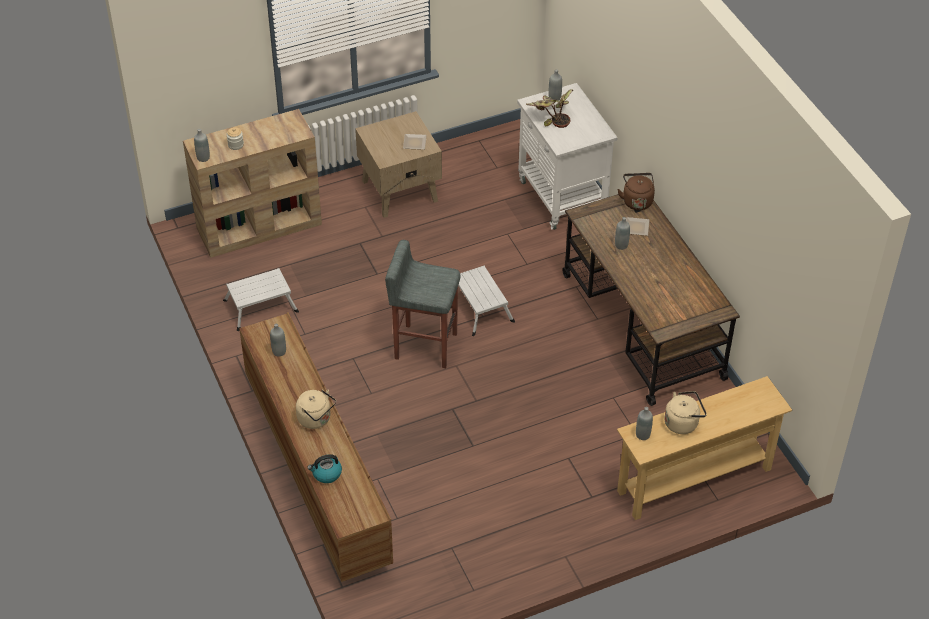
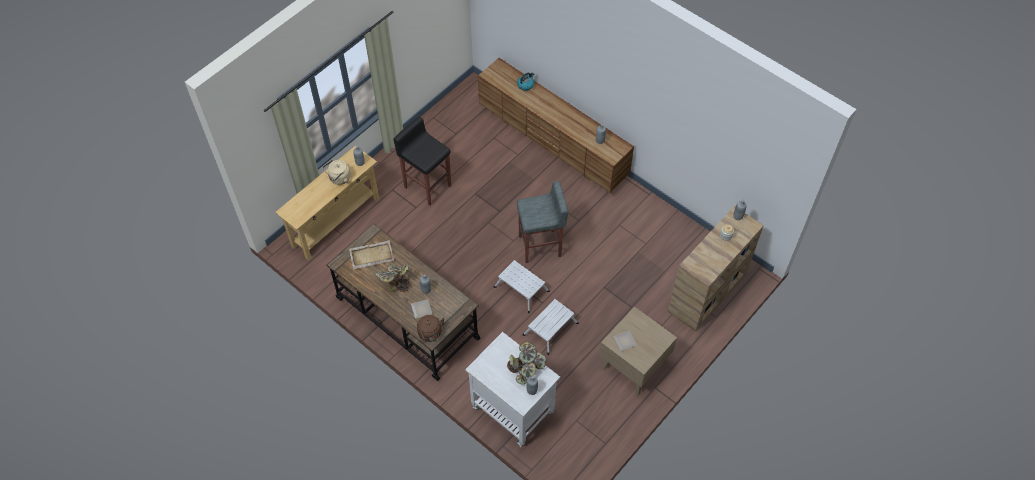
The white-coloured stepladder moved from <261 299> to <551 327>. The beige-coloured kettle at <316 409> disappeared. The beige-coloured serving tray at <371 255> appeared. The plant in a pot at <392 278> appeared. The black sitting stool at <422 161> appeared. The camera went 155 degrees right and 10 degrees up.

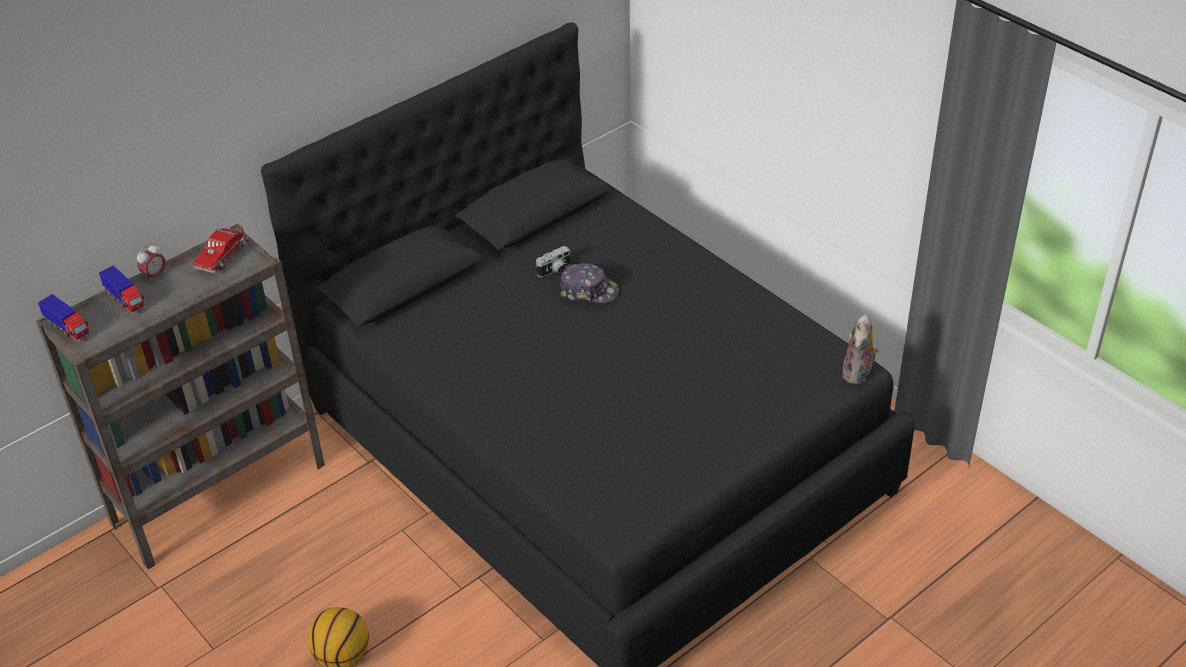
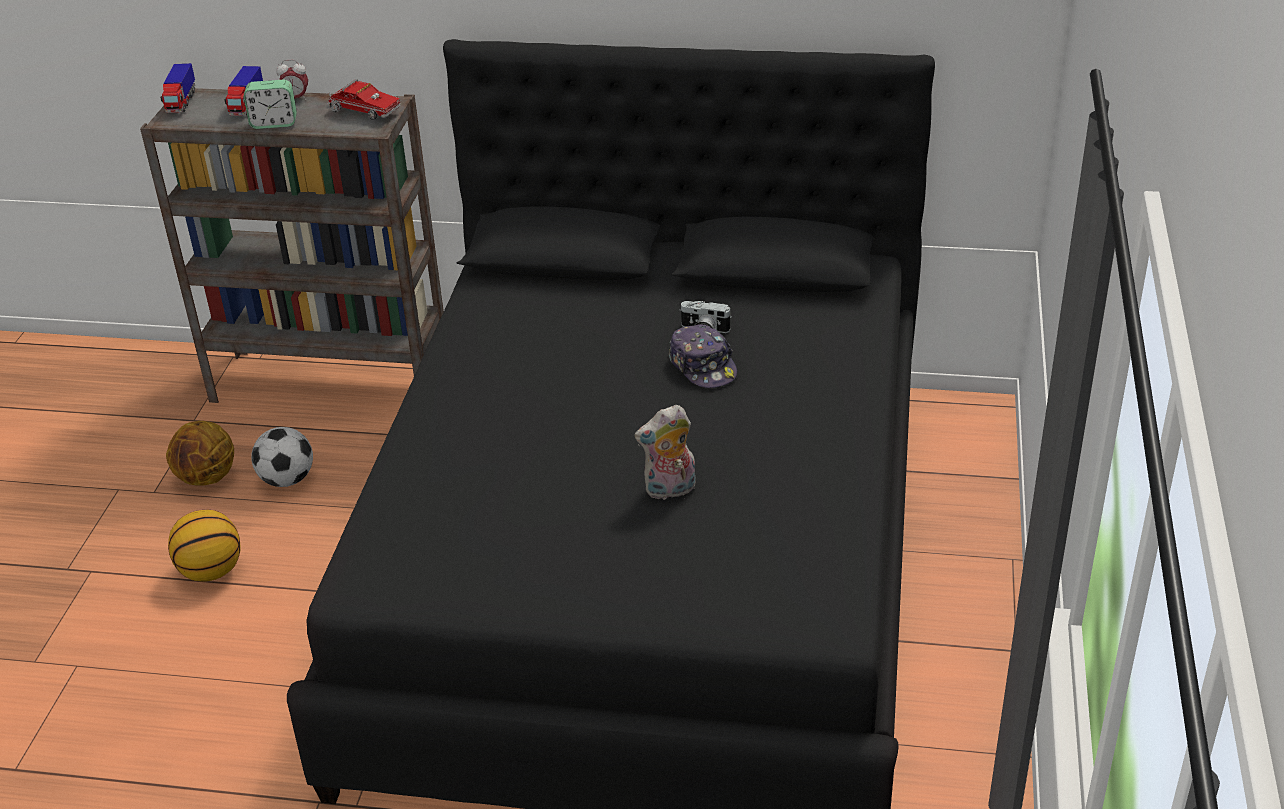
The toy lorry at <220 250> turned 135 degrees counterclockwise. The cuddly toy moved from <860 349> to <665 452>. The ball for basketball at <200 453> appeared. The alarm clock at <270 104> appeared. The ball for football at <282 457> appeared. The camera went 50 degrees right and 5 degrees down.

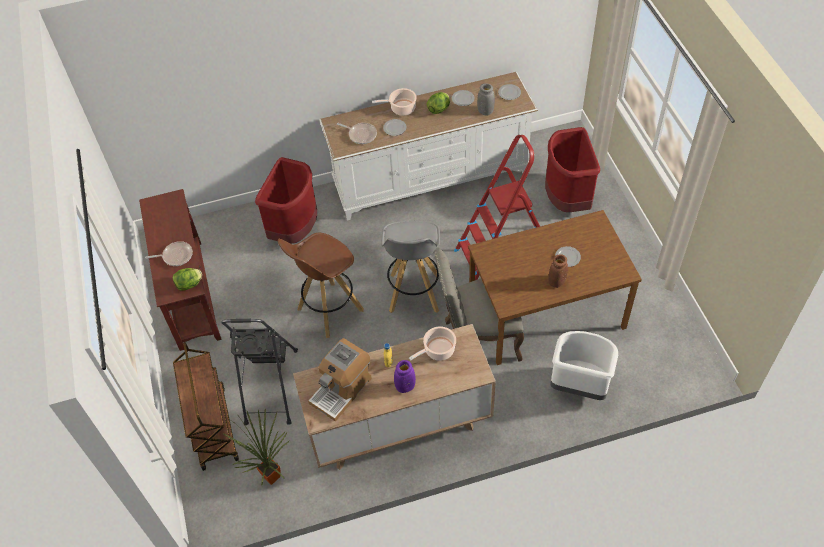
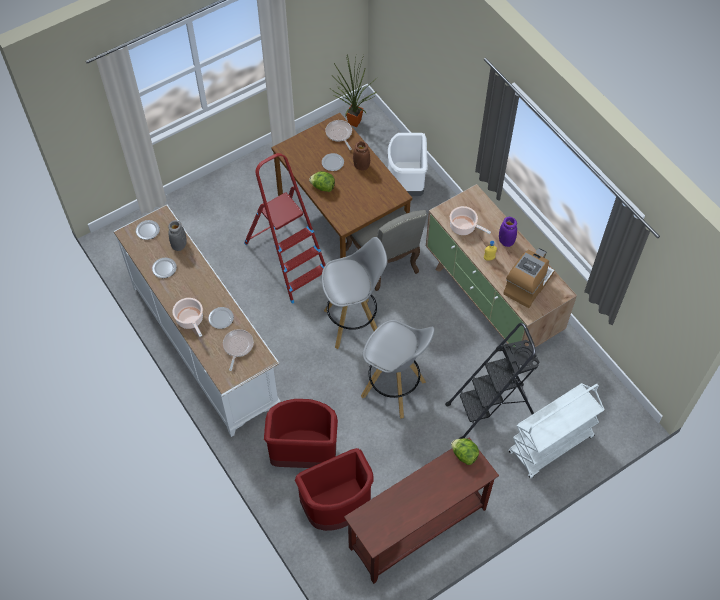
The frying pan moved from <169 253> to <338 135>. The brownish wheeled cart at <206 406> became the white-coloured wheeled cart at <556 431>. The plant in a pot moved from <256 447> to <354 90>. The brownish sitting stool at <321 285> became the grey sitting stool at <398 369>. The coffee brewer at <340 379> turned 75 degrees counterclockwise. The head of lettuce moved from <438 103> to <322 181>. The red-coloured waste bin moved from <572 169> to <334 489>. The camera went 110 degrees left and 5 degrees up.

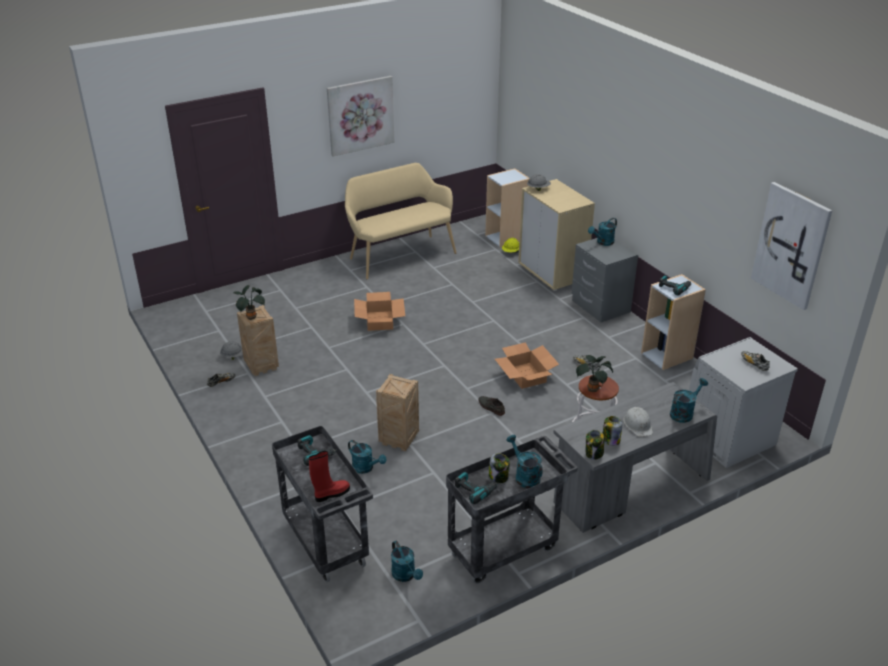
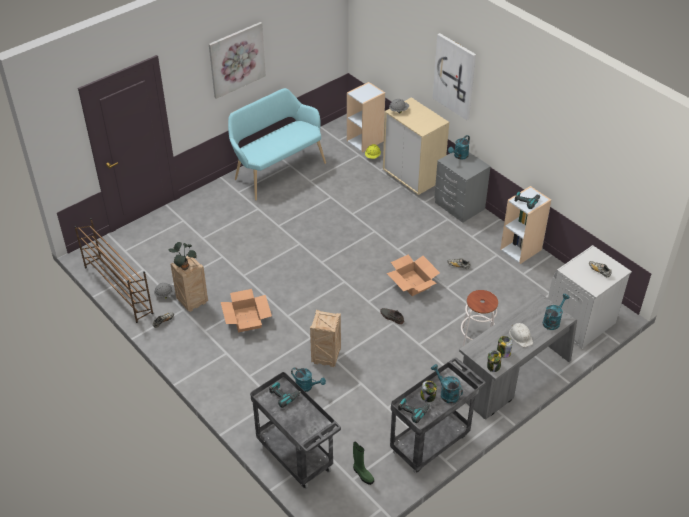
The red-coloured high-top boot at <329 476> disappeared. The beige-coloured long seat at <400 221> became the turquoise long seat at <277 144>. The packing box moved from <379 311> to <246 310>. The turquoise sprinkling can at <407 561> was replaced by the greenish high-top boot at <363 463>. The plant in a pot at <594 373> disappeared. The wall art moved from <791 246> to <454 76>. The brownish shoe rack at <113 270> appeared. The camera went 10 degrees left and 10 degrees up.

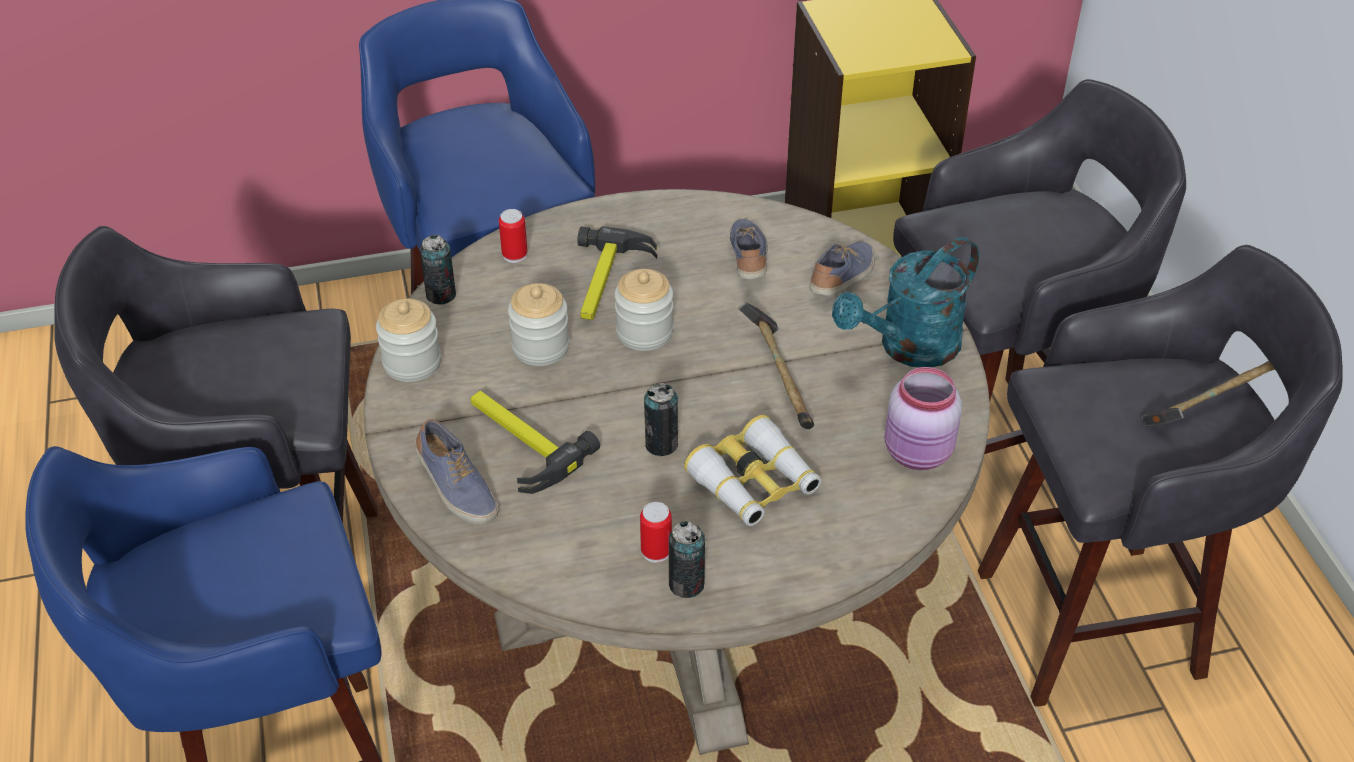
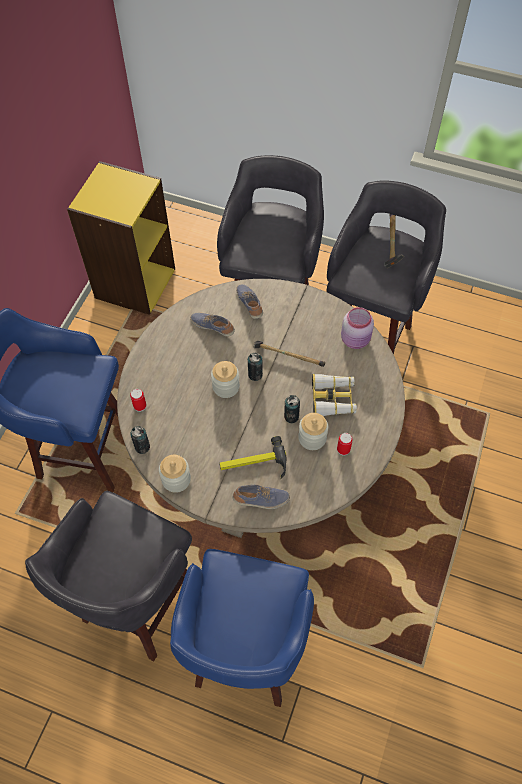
The preserve jar moved from <539 324> to <313 431>. The hand hammer at <617 273> disappeared. The can moved from <687 559> to <255 366>. The turquoise sprinkling can at <905 302> disappeared. The camera went 55 degrees left and 15 degrees up.

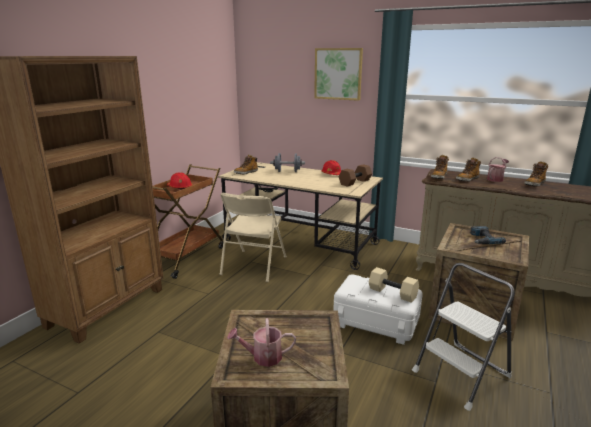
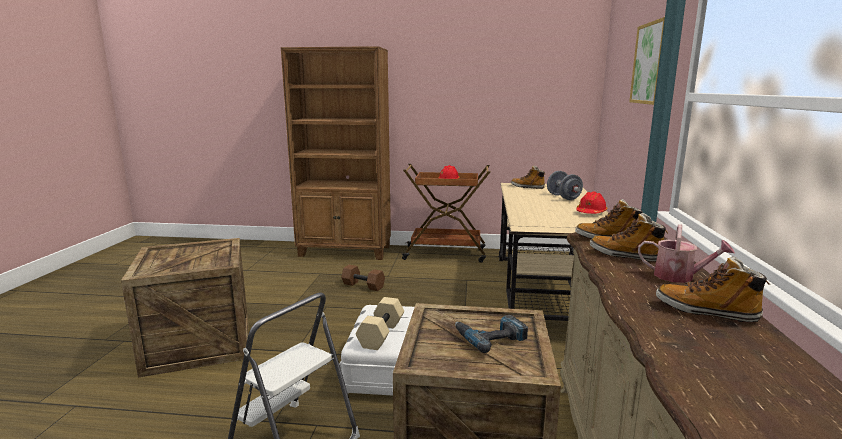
The beige-coloured upright chair at <253 237> disappeared. The sprinkling can at <261 342> disappeared. The brownish dumbbell moved from <355 175> to <363 278>. The camera went 70 degrees right and 5 degrees down.

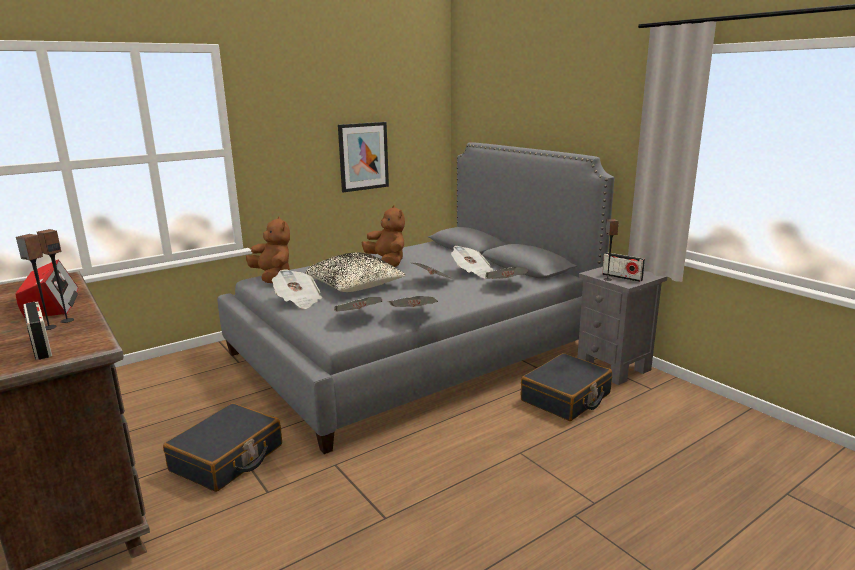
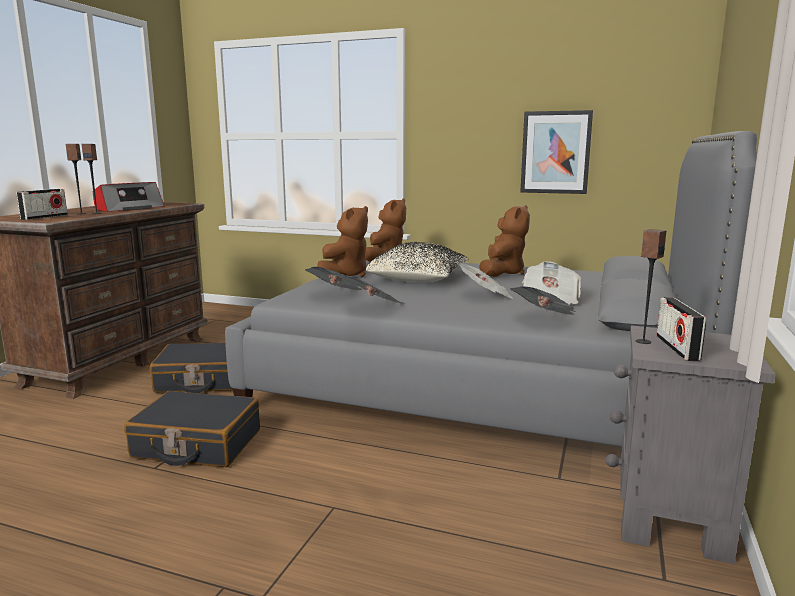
The daily paper at <297 289> was replaced by the brownish cuddly toy at <342 241>. The black travel case moved from <566 387> to <192 429>. The camera went 55 degrees right and 5 degrees down.

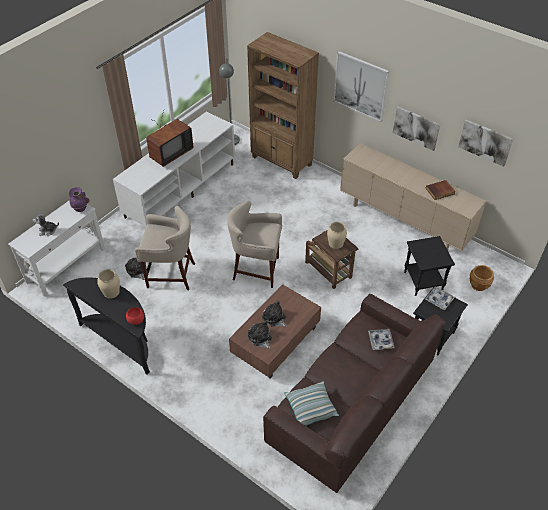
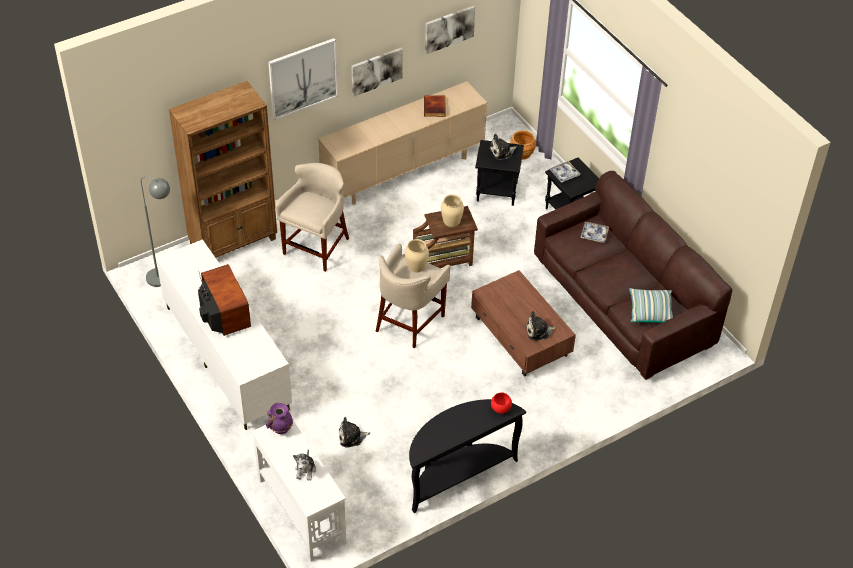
The beige-coloured flower vase moved from <108 284> to <417 255>. The beige-coloured sitting stool moved from <165 248> to <312 217>. The cuddly toy moved from <274 314> to <503 147>. The camera went 70 degrees left and 0 degrees up.

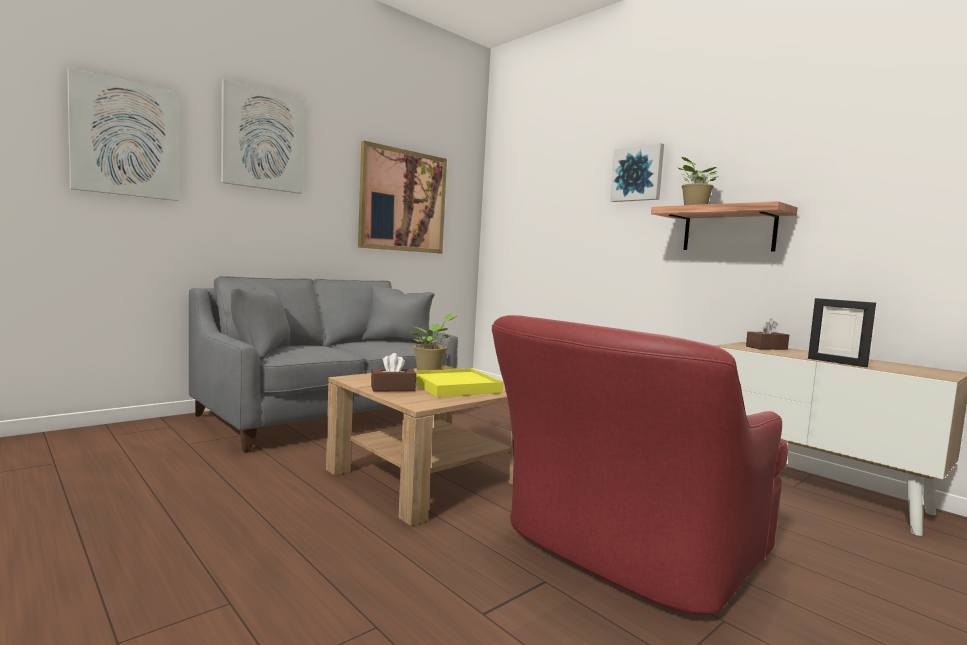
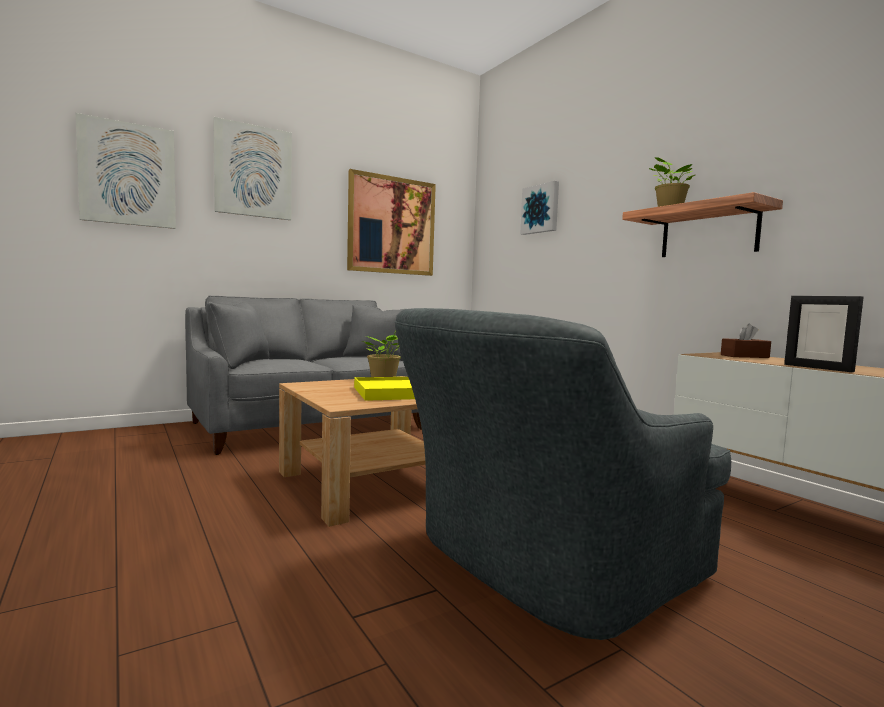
The brownish tissue box at <393 372> disappeared. The red-coloured easy chair at <640 465> became the grey easy chair at <563 474>. The wall art moved from <637 172> to <539 208>. The camera went 10 degrees right and 0 degrees up.

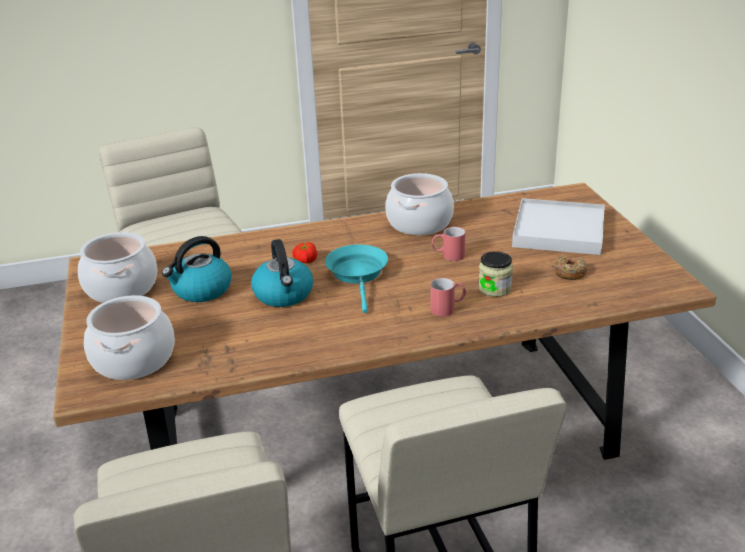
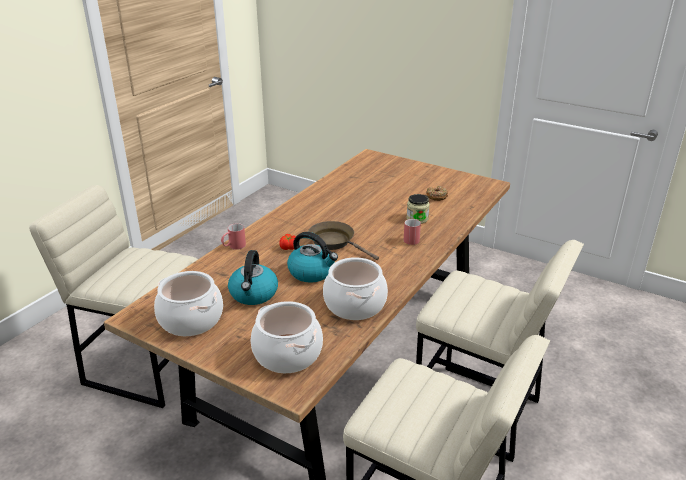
The turquoise frying pan at <356 278> became the brownish frying pan at <343 240>. The cooking pot moved from <419 204> to <355 288>. The red-coloured coffee mug moved from <448 244> to <233 236>. The white-coloured serving tray at <558 226> disappeared. The camera went 45 degrees left and 0 degrees up.

